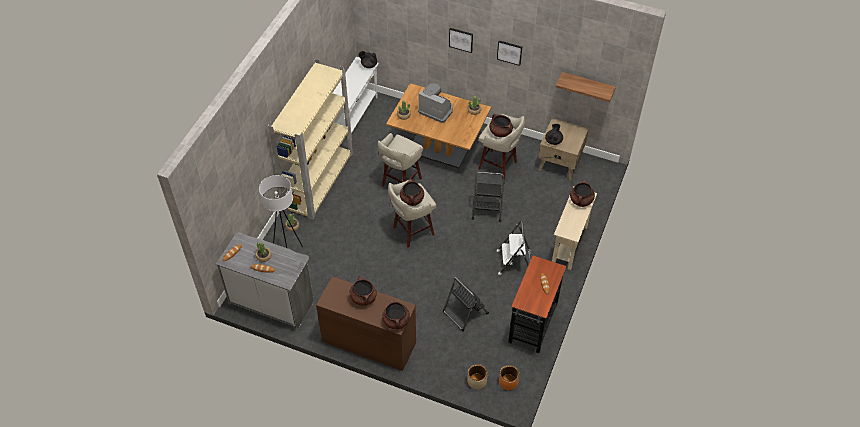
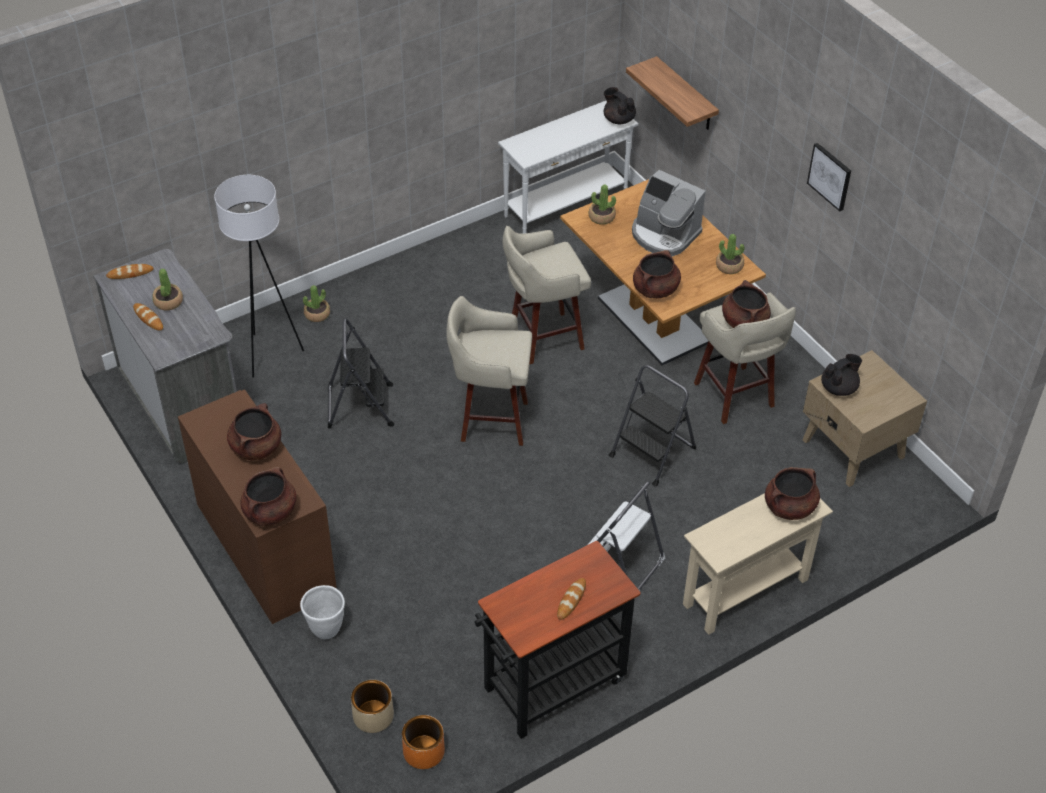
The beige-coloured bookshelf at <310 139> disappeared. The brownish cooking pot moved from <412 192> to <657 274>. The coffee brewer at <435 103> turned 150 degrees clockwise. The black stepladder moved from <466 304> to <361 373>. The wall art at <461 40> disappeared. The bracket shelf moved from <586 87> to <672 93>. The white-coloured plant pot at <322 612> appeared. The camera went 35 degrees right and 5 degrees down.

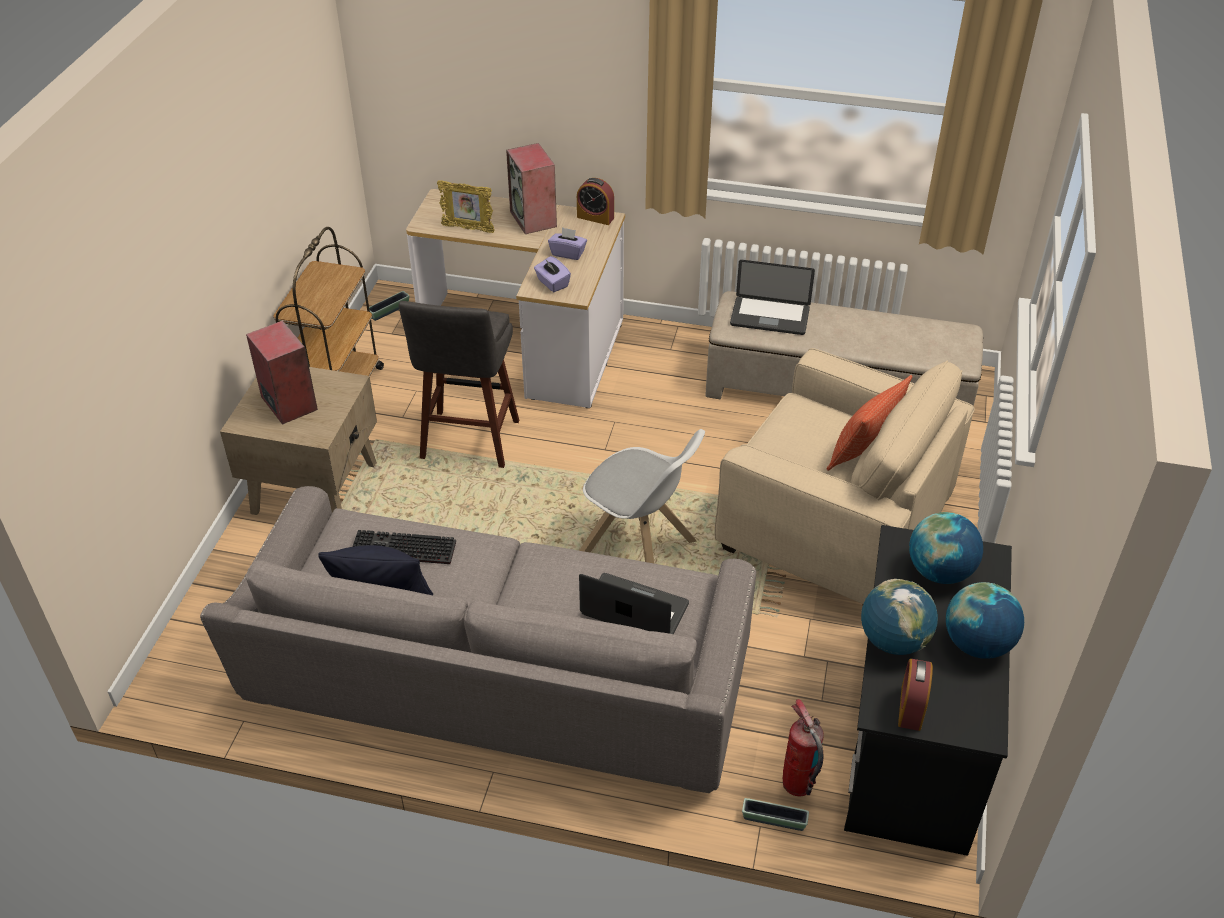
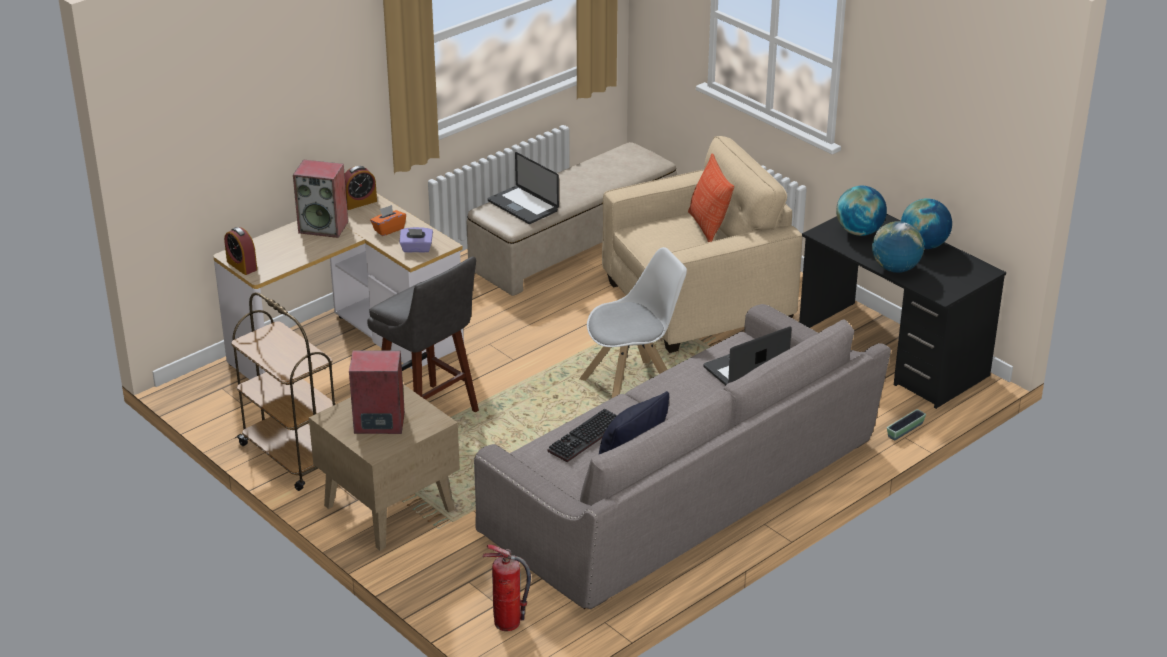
The plant pot at <389 306> disappeared. The photo frame at <466 206> disappeared. The purplish tissue box at <567 243> became the orangey tissue box at <388 220>. The laptop at <772 297> turned 90 degrees clockwise. The fire extinguisher moved from <803 747> to <506 588>. The alarm clock moved from <915 695> to <240 251>. The camera went 55 degrees left and 10 degrees down.

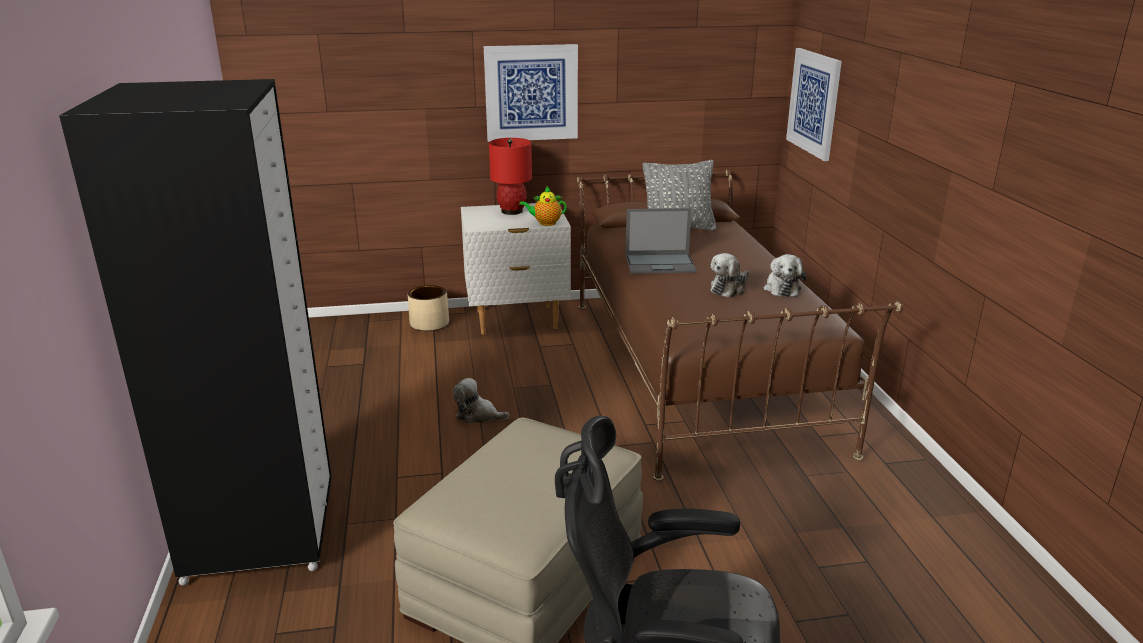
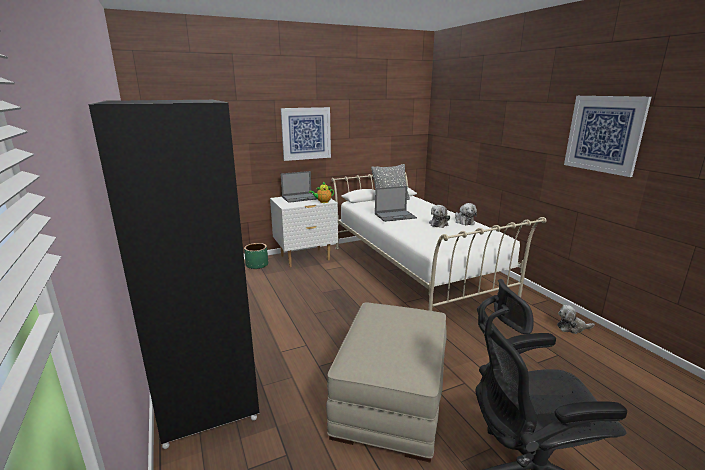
The beige-coloured plant pot at <428 308> became the greenish plant pot at <256 256>. The cuddly toy moved from <481 401> to <576 319>. The red-coloured lamp for a table at <510 176> was replaced by the laptop at <299 187>. The brownish bed at <740 325> became the white-coloured bed at <439 241>. The wall art moved from <814 104> to <607 136>. The camera went 15 degrees left and 5 degrees down.

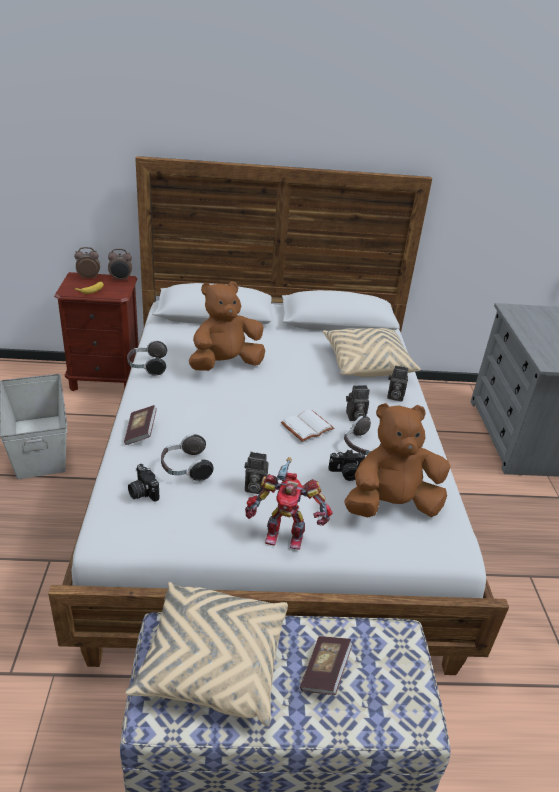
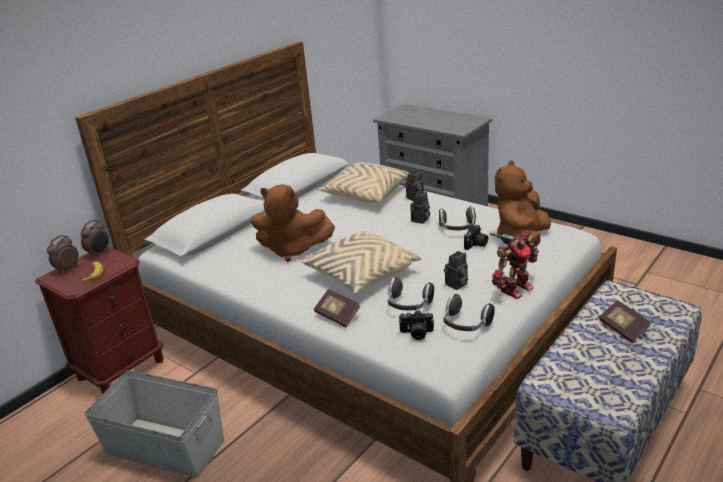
The beige-coloured throw pillow moved from <206 654> to <361 262>. The pair of headphones moved from <147 358> to <469 312>. The brownish cuddly toy at <227 326> turned 90 degrees counterclockwise. The white-coloured book at <307 426> disappeared. The camera went 45 degrees left and 5 degrees down.

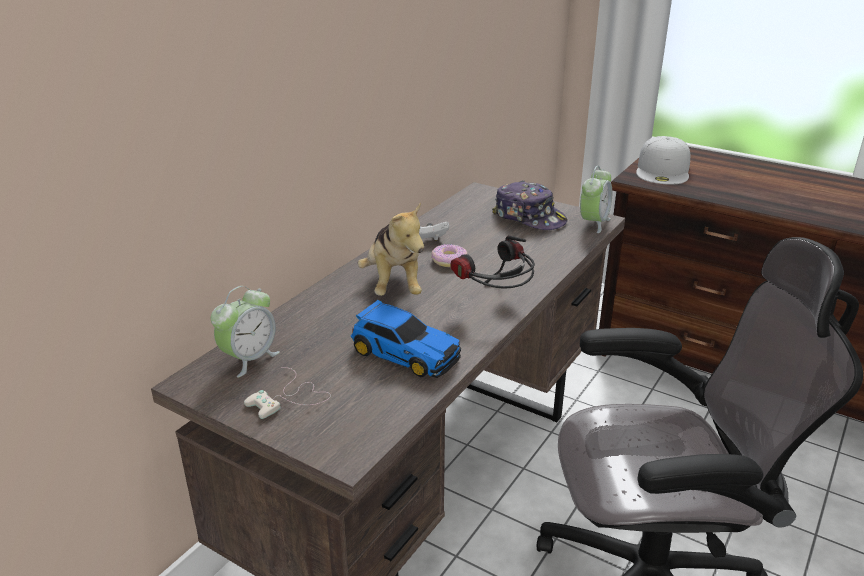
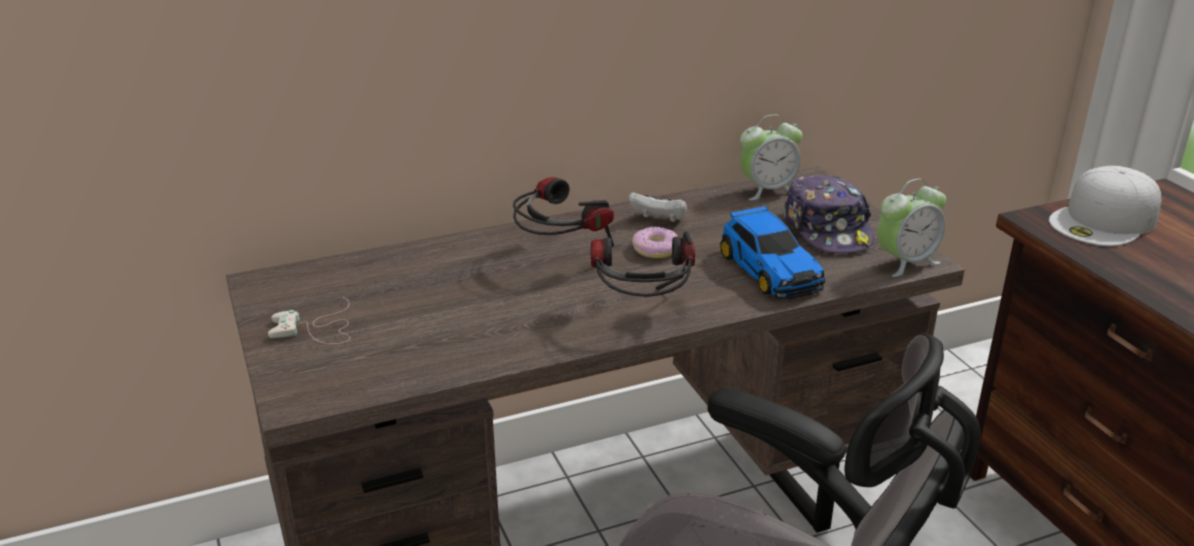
The alarm clock moved from <245 331> to <771 157>. The toy car moved from <406 338> to <773 253>. The cuddly toy at <391 249> was replaced by the pair of headphones at <563 212>. The camera went 35 degrees right and 0 degrees up.

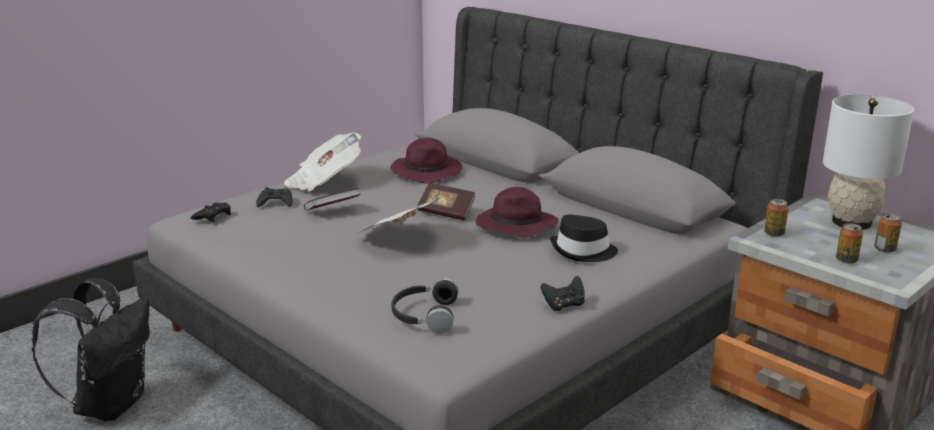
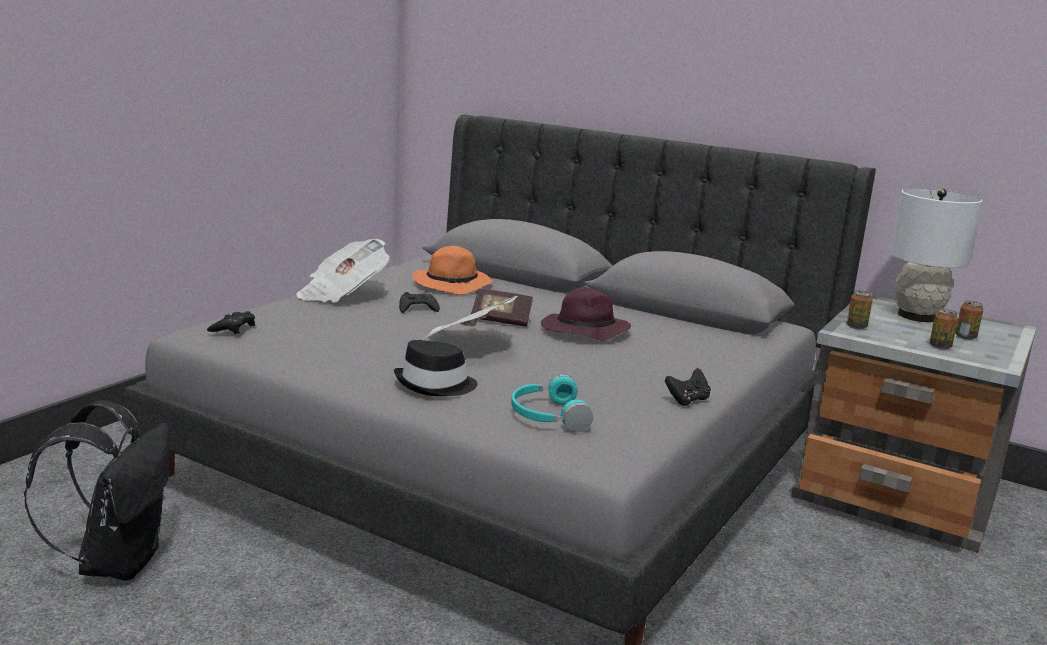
The black gamepad moved from <274 197> to <419 302>. The book at <332 199> disappeared. The purplish hat at <426 161> became the orangey hat at <452 270>. The black pair of headphones at <425 306> became the turquoise pair of headphones at <552 403>. The black hat moved from <584 238> to <436 368>. The camera went 15 degrees left and 5 degrees down.

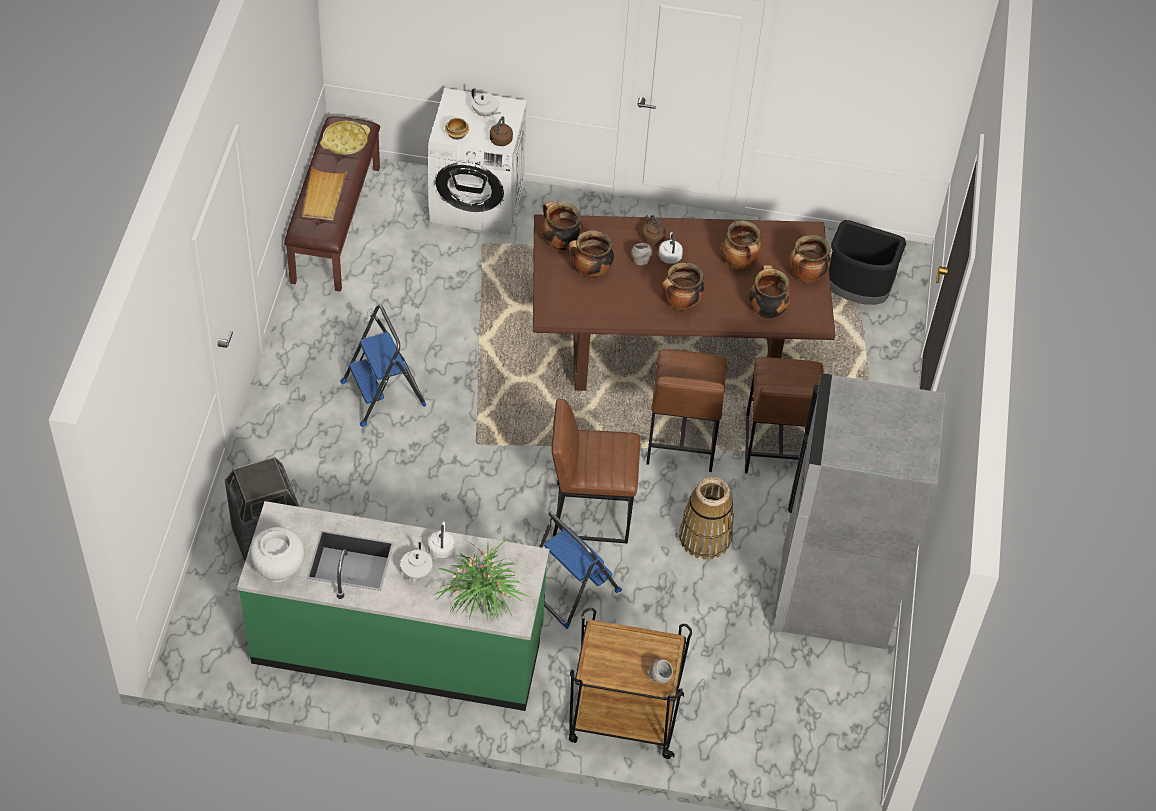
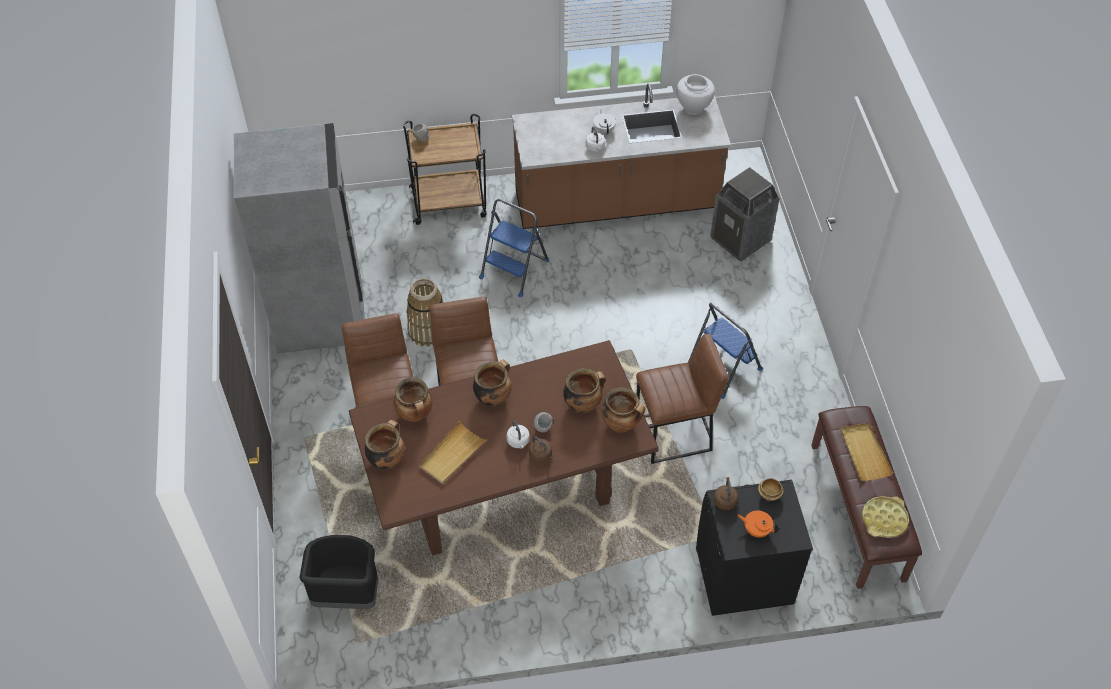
The greenish kitchen base unit at <393 606> became the brownish kitchen base unit at <621 156>. The white-coloured washing machine at <477 161> became the black washing machine at <754 548>. The plant in a pot at <481 580> disappeared. The white-coloured teapot at <486 102> became the orangey teapot at <758 524>. The brownish upright chair moved from <596 471> to <682 399>. The cooking pot at <741 244> was replaced by the beige-coloured serving tray at <452 452>. The camera went 165 degrees right and 0 degrees up.

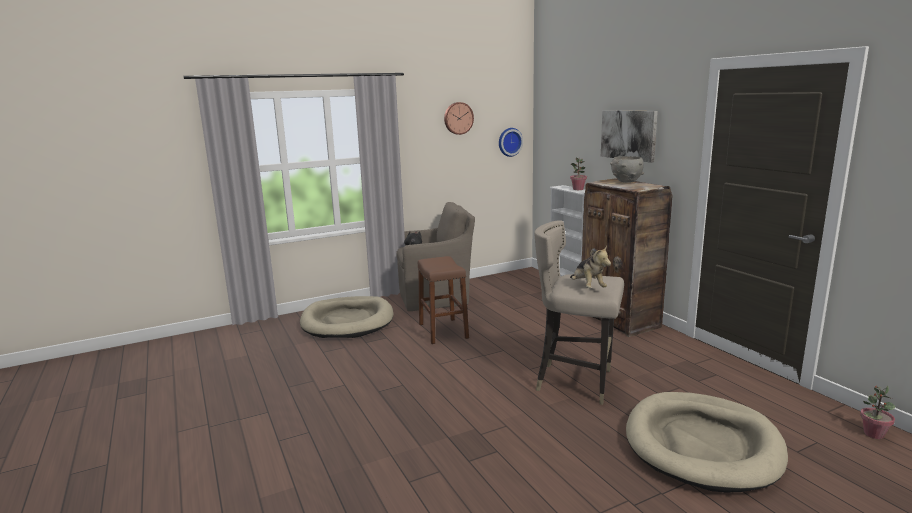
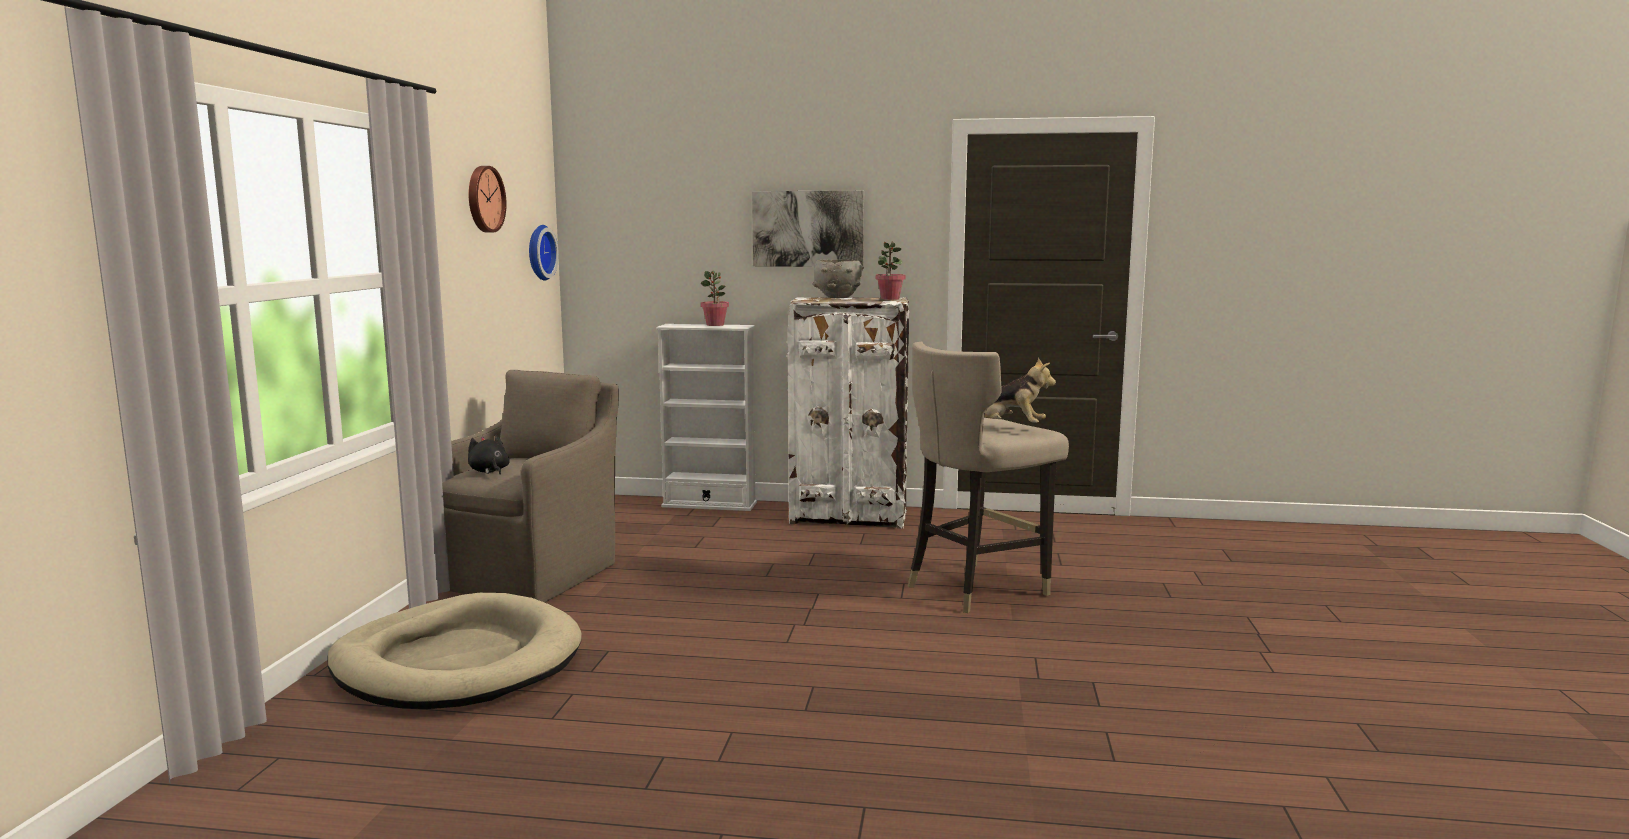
The brownish sitting stool at <443 300> disappeared. The brownish cupboard at <627 257> became the white-coloured cupboard at <848 413>. The beige-coloured pet bed at <707 442> disappeared. The plant in a pot moved from <878 412> to <890 271>. The camera went 55 degrees left and 5 degrees down.

